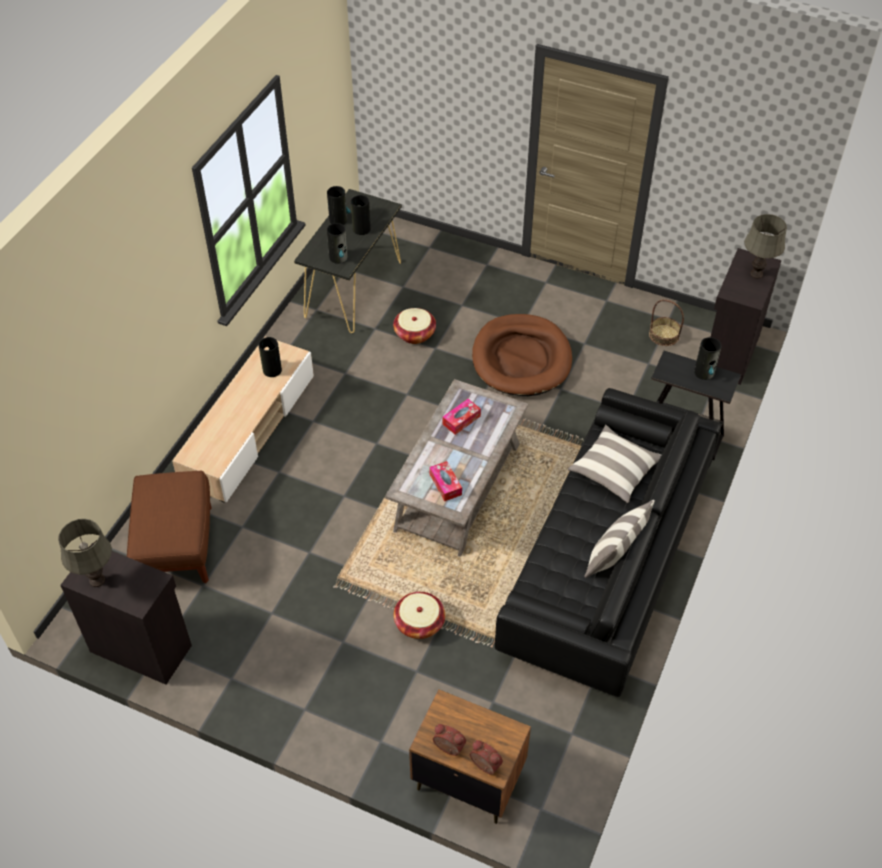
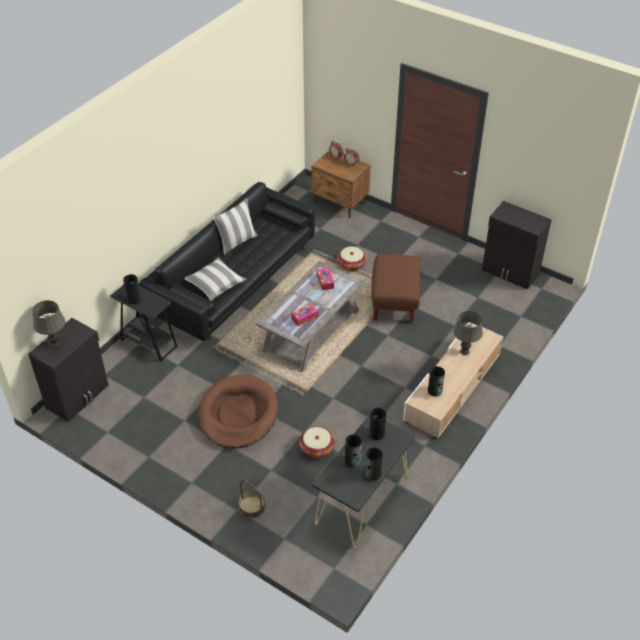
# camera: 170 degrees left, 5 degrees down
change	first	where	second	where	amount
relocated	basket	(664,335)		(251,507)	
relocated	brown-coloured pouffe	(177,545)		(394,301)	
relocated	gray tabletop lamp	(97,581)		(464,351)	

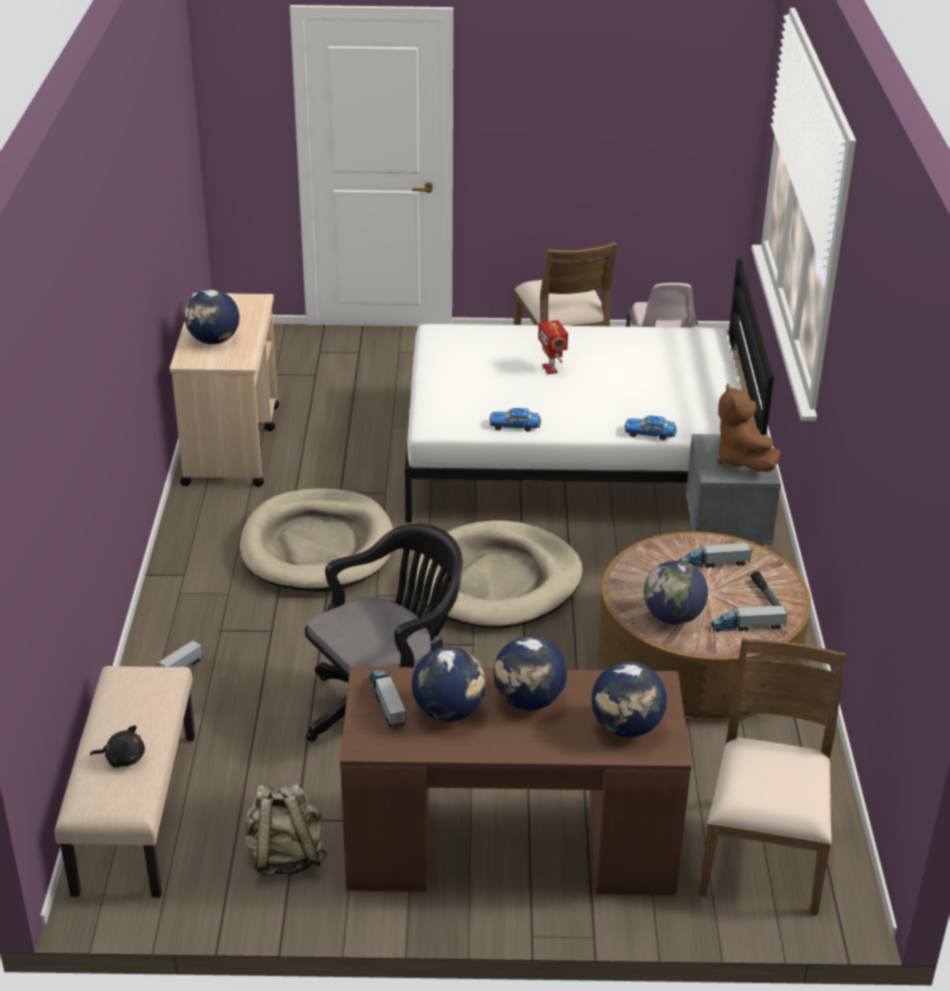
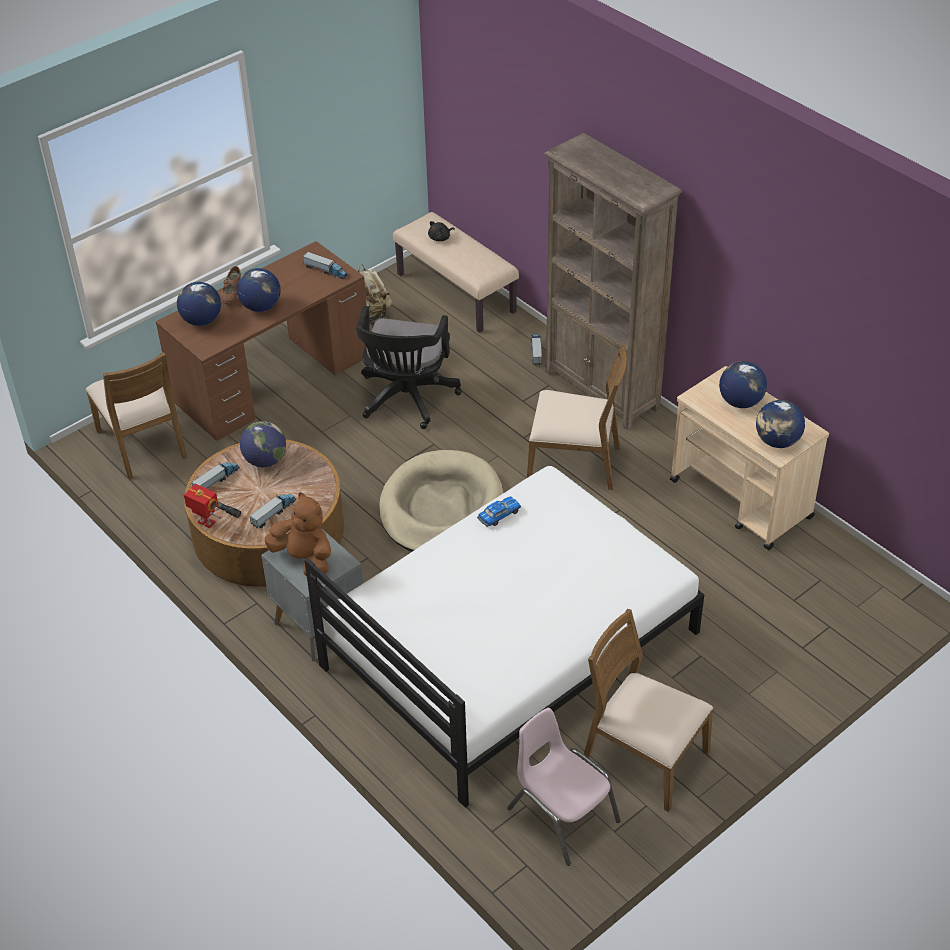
# camera: 140 degrees right, 10 degrees up
change	first	where	second	where	amount
relocated	robot figure	(551,369)		(206,523)	
missing	miniature car	(650,433)			
exchanged	sand-coloured dog bed	(317,546)	brown-coloured chair	(574,463)	
relocated	desk globe	(449,711)		(777,441)	
appeared			brown-coloured bookshelf	(602,390)	
appeared			brown-coloured item of footwear	(232,295)	

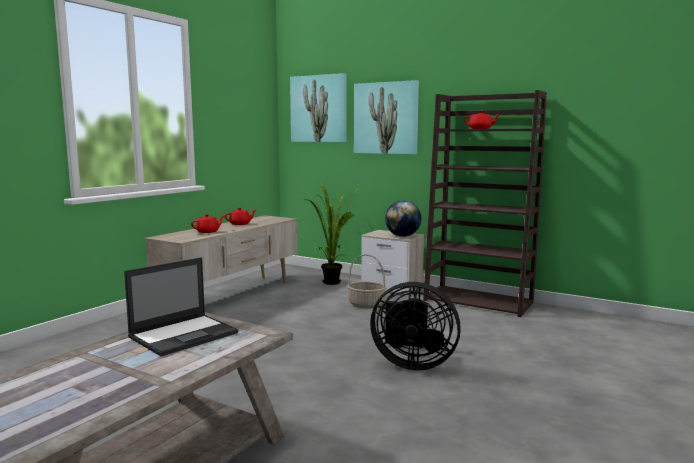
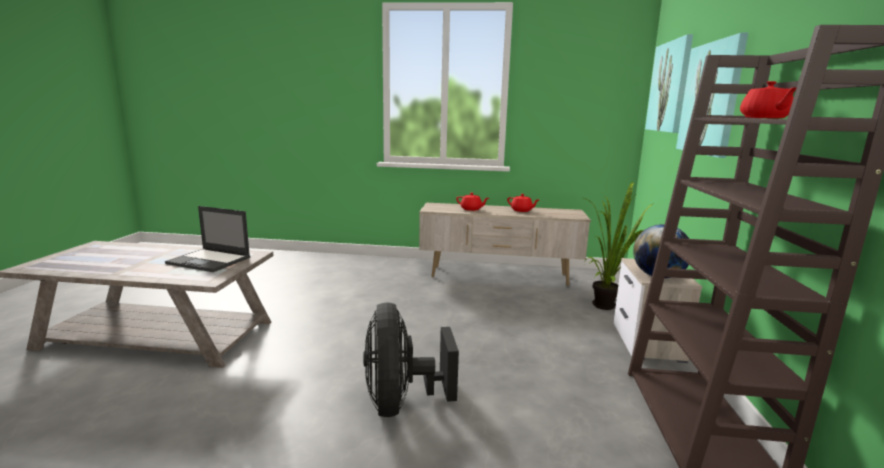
# camera: 65 degrees right, 5 degrees up
change	first	where	second	where	amount
missing	basket	(366,304)			

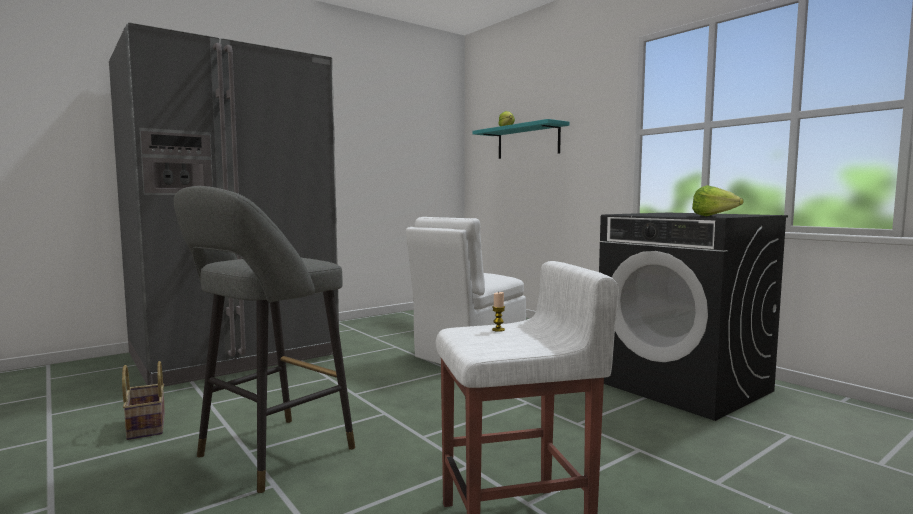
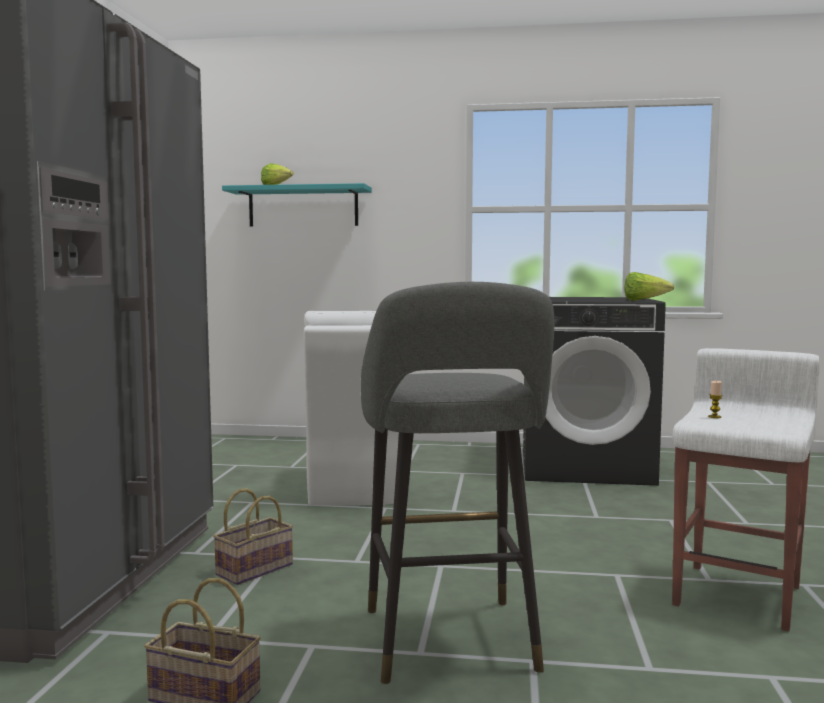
# camera: 45 degrees left, 0 degrees up
change	first	where	second	where	amount
appeared			basket	(255,568)	

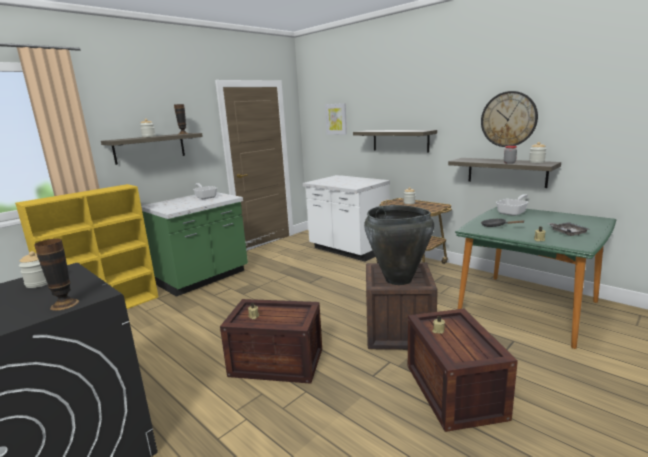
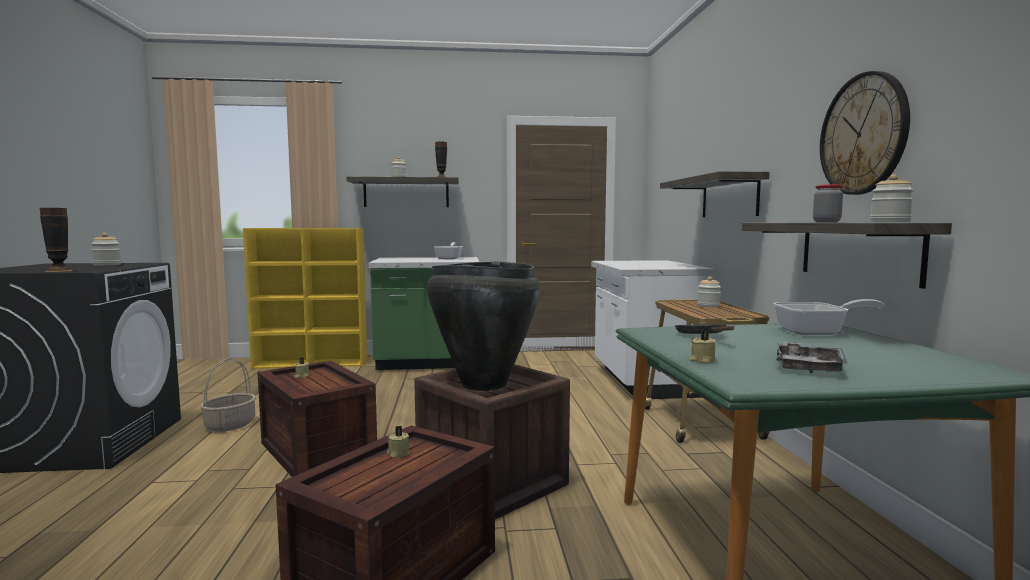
# camera: 40 degrees right, 10 degrees down
change	first	where	second	where	amount
missing	wall art	(336,119)			
appeared			basket	(230,425)	

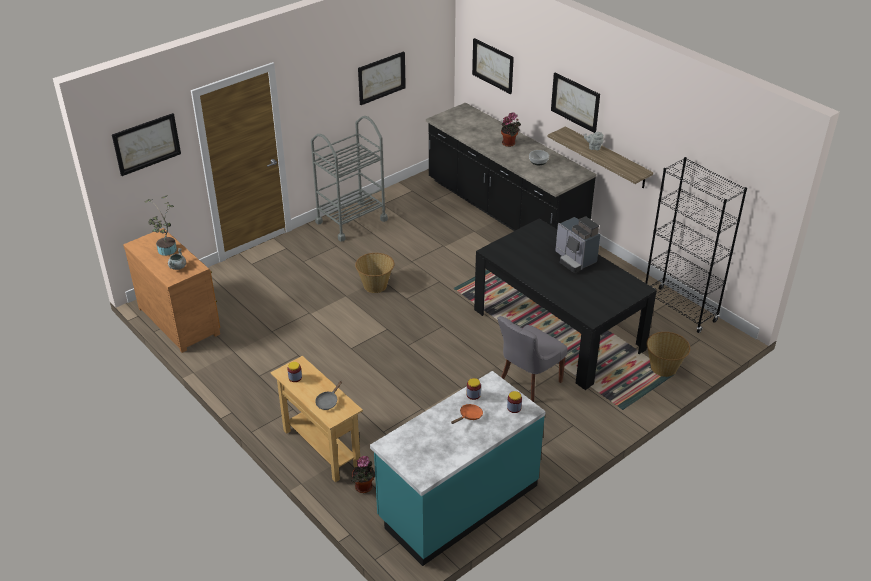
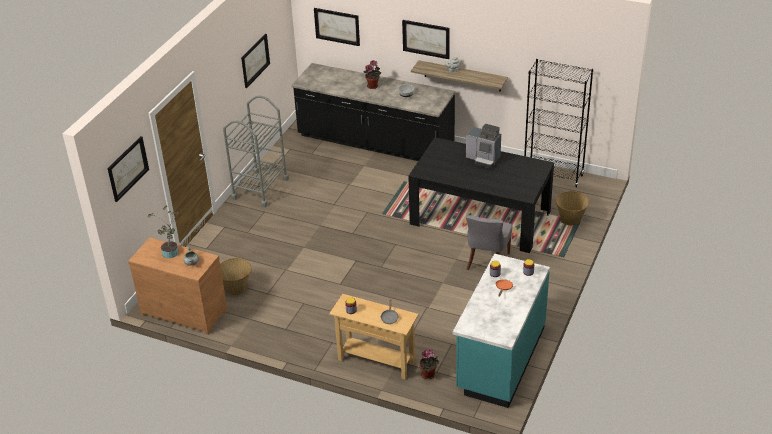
# camera: 25 degrees left, 0 degrees up
change	first	where	second	where	amount
relocated	basket	(375,286)		(236,288)	

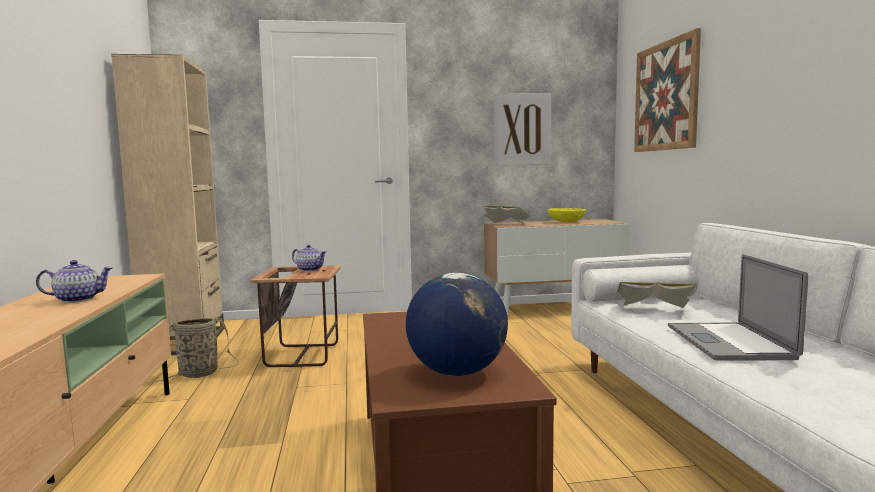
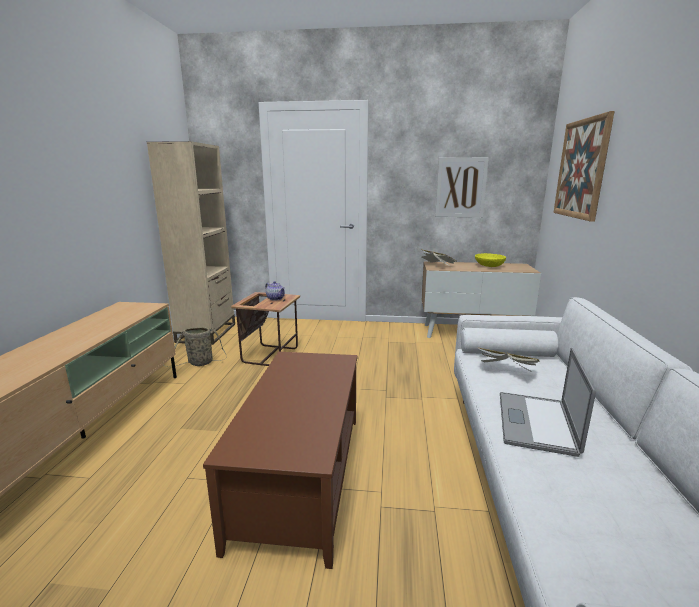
# camera: 15 degrees right, 10 degrees up
change	first	where	second	where	amount
missing	tea pot	(77,299)			
missing	desk globe	(456,372)			

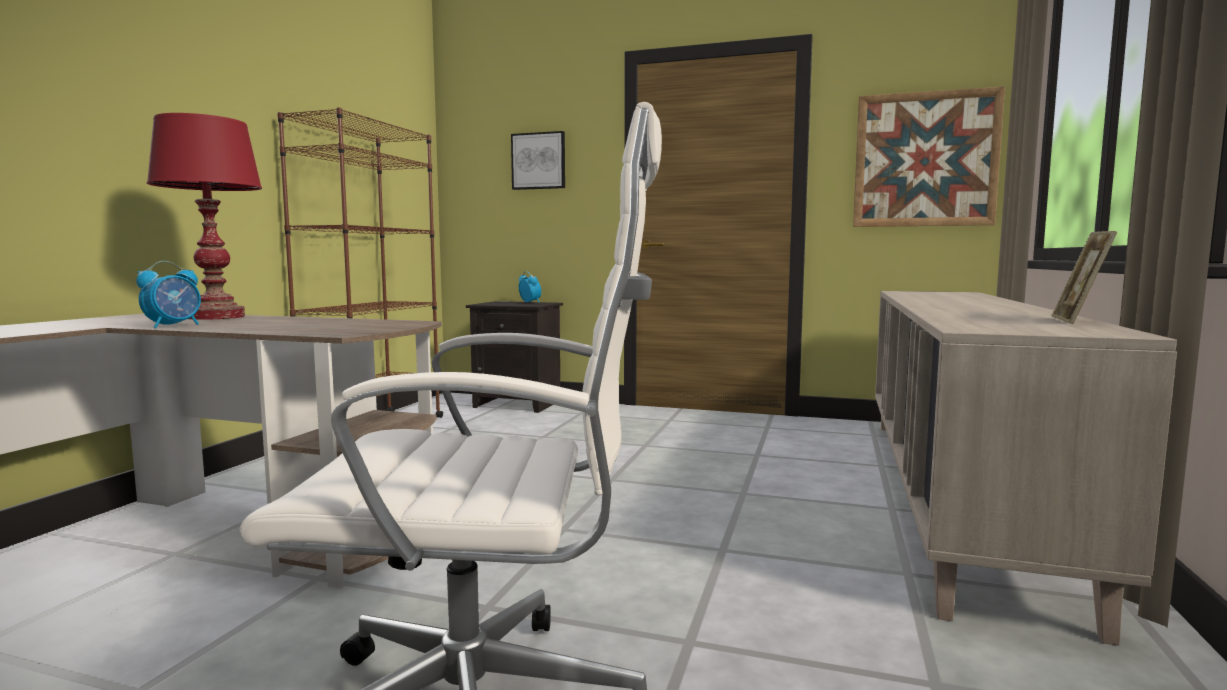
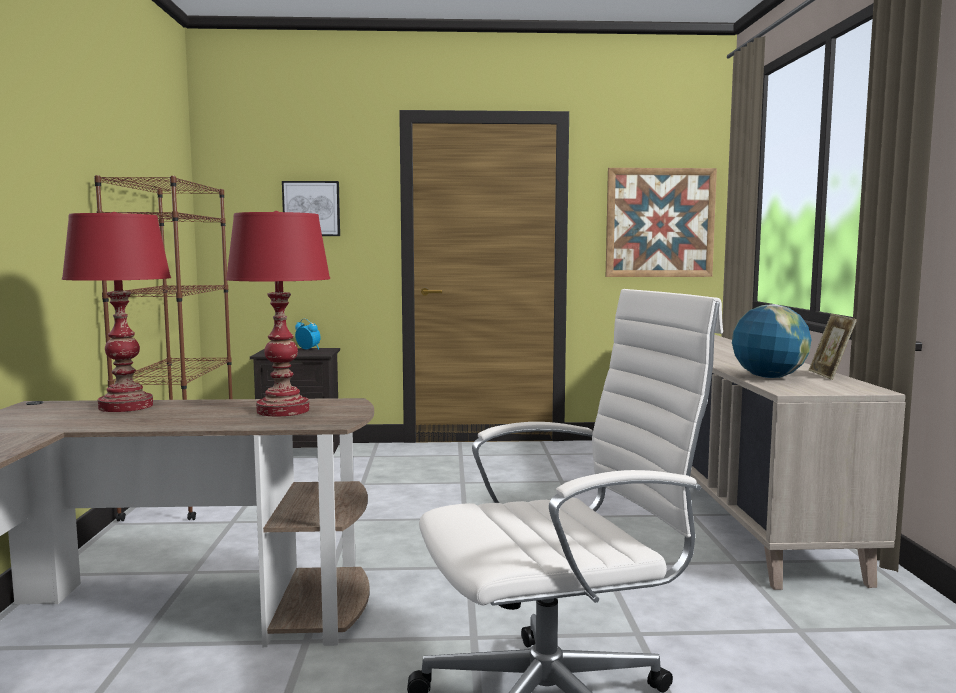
# camera: 20 degrees left, 0 degrees up
change	first	where	second	where	amount
missing	bedside clock	(174,326)			
appeared			reddish tabletop lamp	(283,410)	
appeared			desk globe	(768,377)	

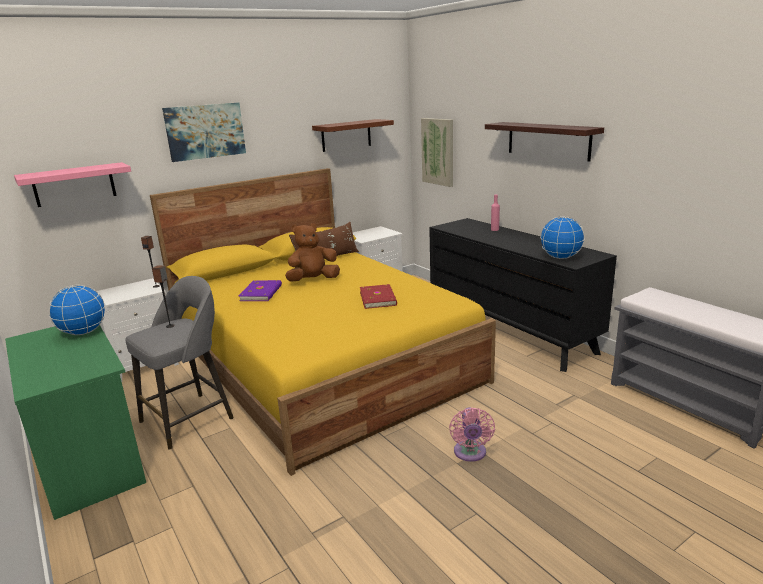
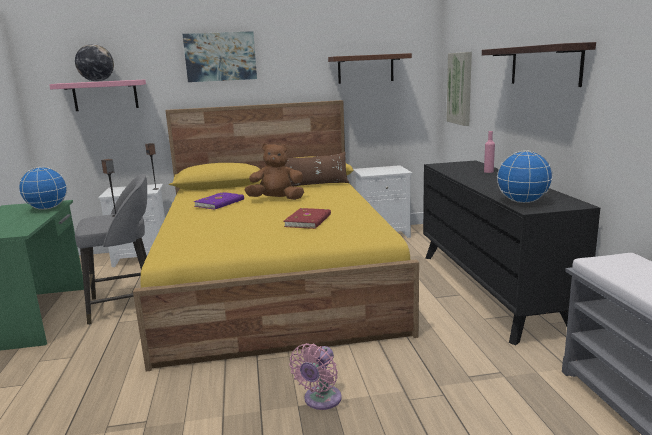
# camera: 25 degrees right, 5 degrees down
change	first	where	second	where	amount
appeared			desk globe	(97,81)	

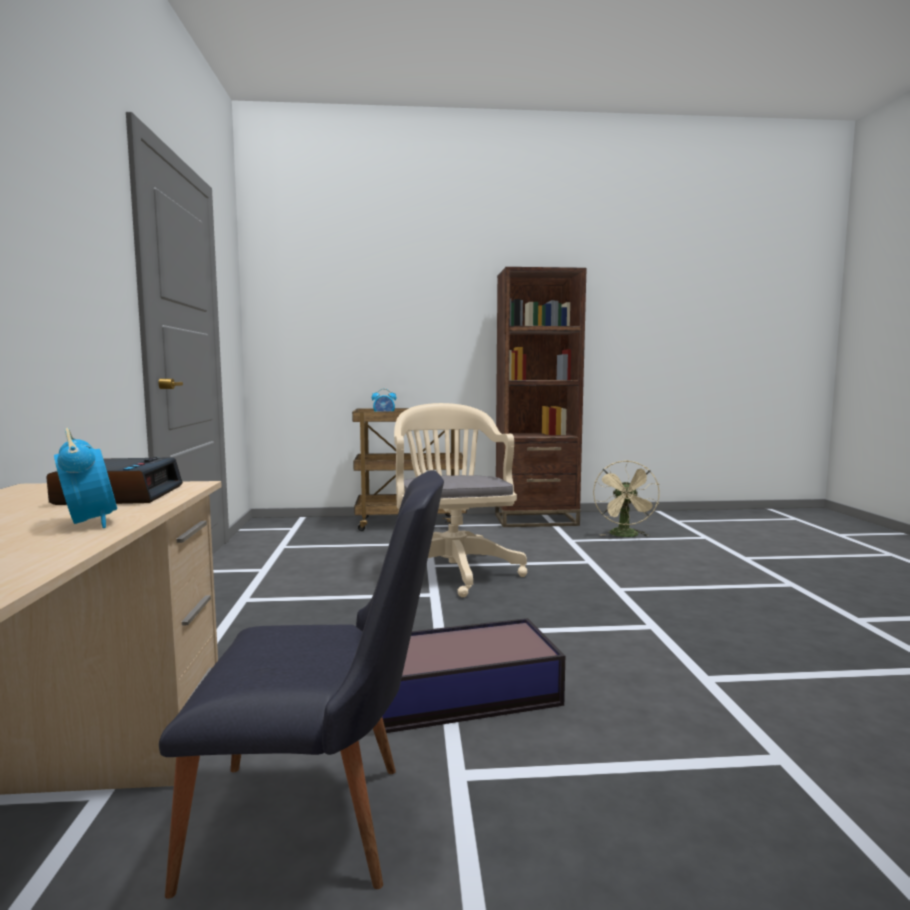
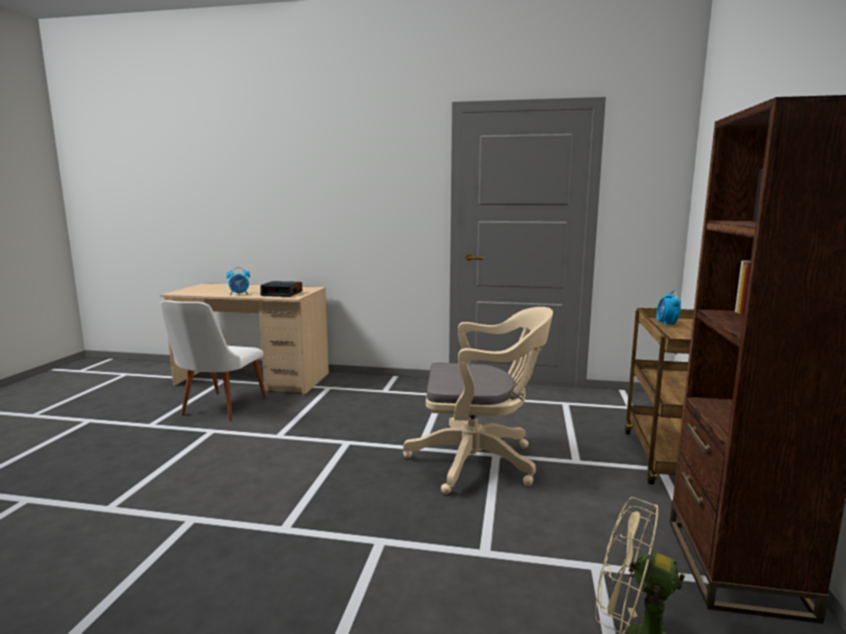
# camera: 105 degrees right, 5 degrees up
change	first	where	second	where	amount
colour	black-coloured chair	(321,825)	whitish chair	(218,409)	
missing	storage bin	(456,694)			

